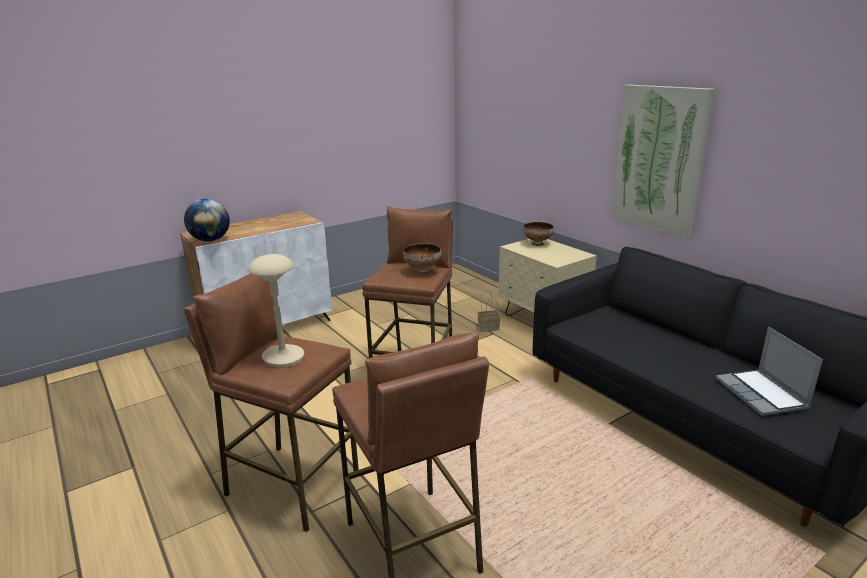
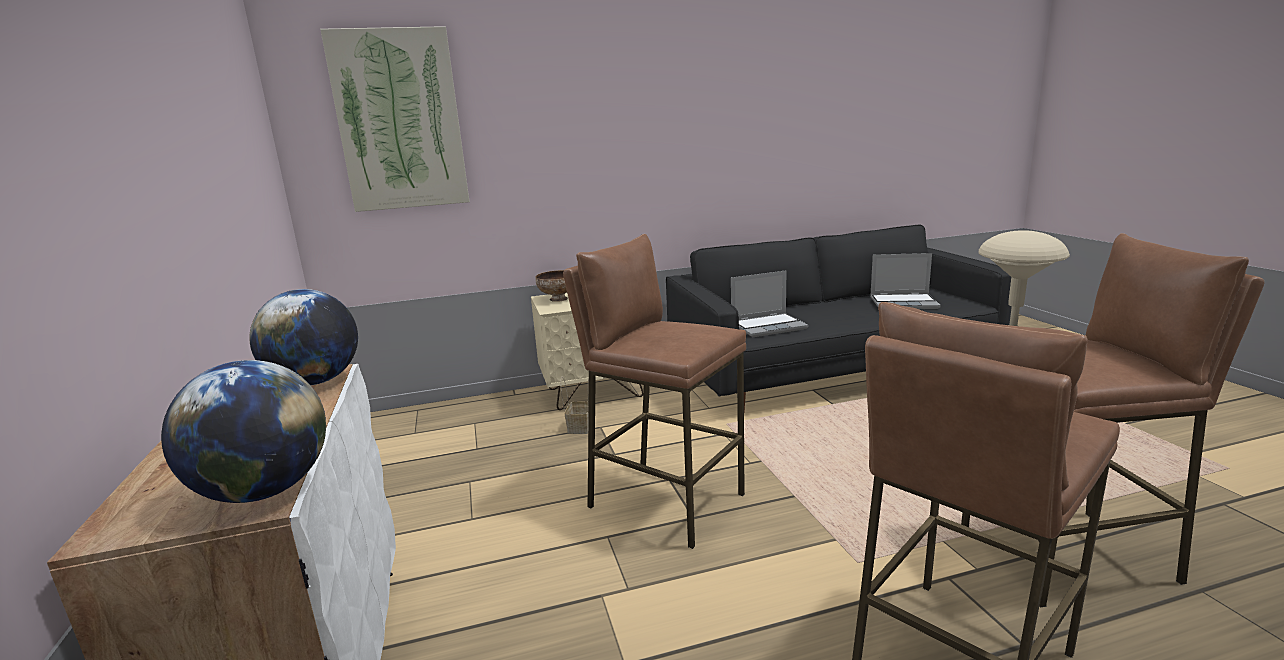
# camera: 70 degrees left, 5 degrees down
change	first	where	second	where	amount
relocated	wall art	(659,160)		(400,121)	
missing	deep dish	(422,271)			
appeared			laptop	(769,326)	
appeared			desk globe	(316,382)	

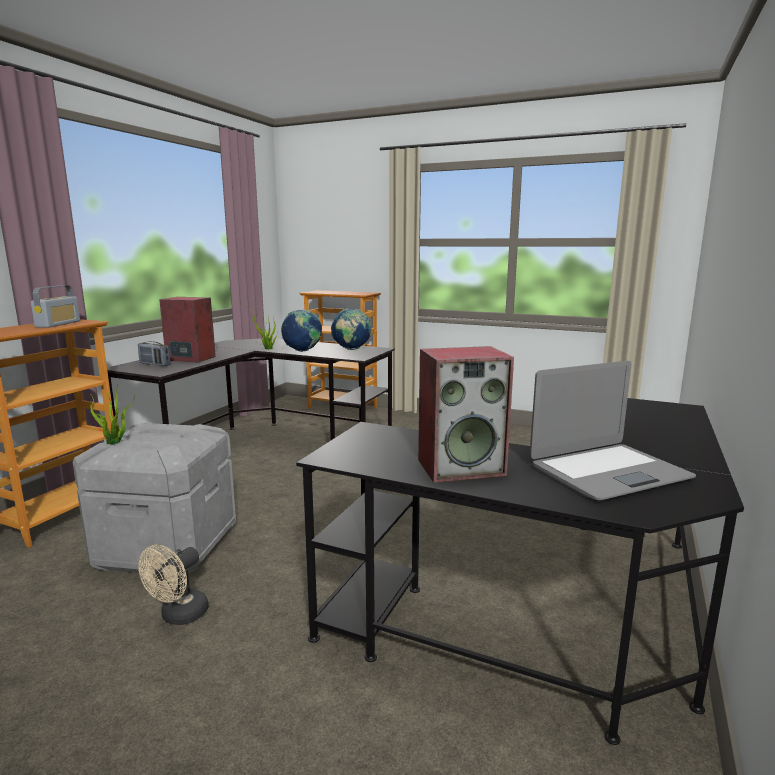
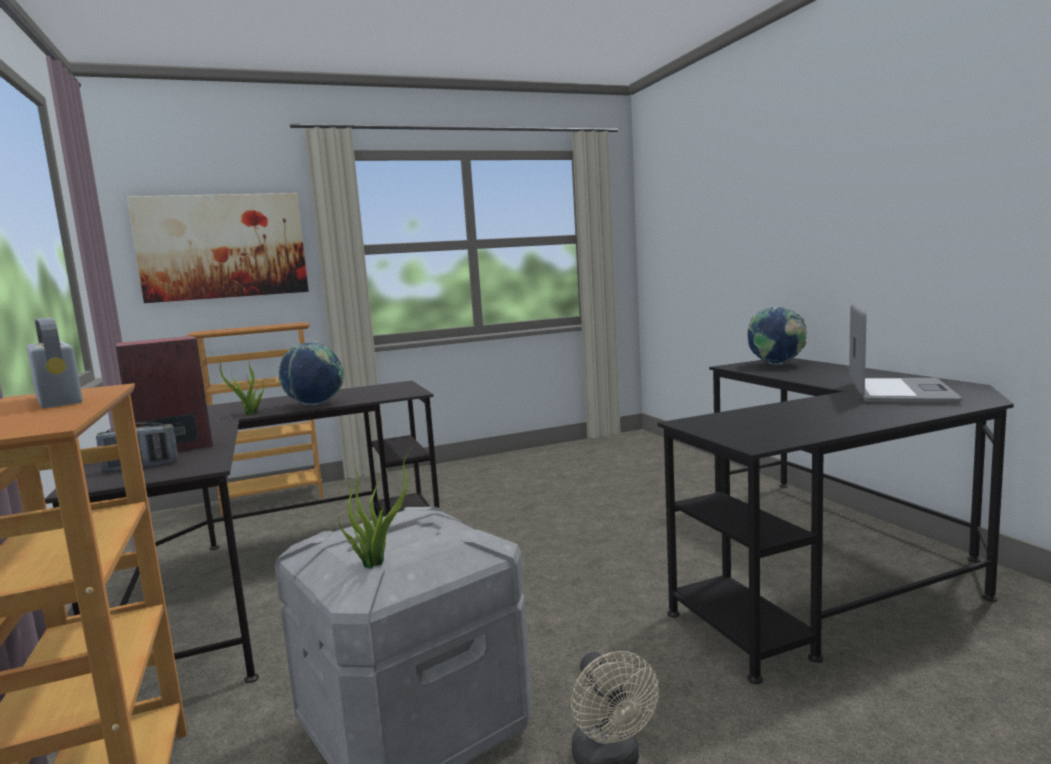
# camera: 45 degrees left, 5 degrees down
change	first	where	second	where	amount
relocated	desk globe	(351,349)		(776,365)	
missing	audio speaker	(461,467)			
appeared			wall art	(222,246)	

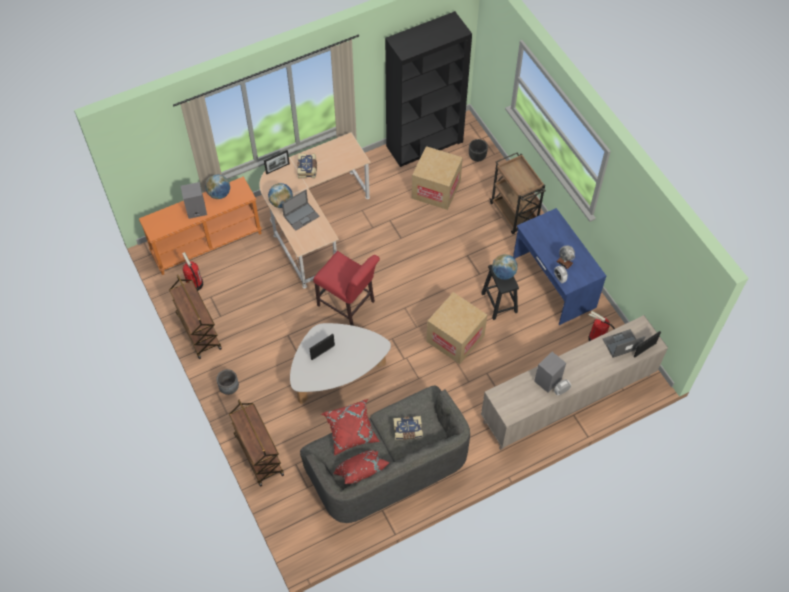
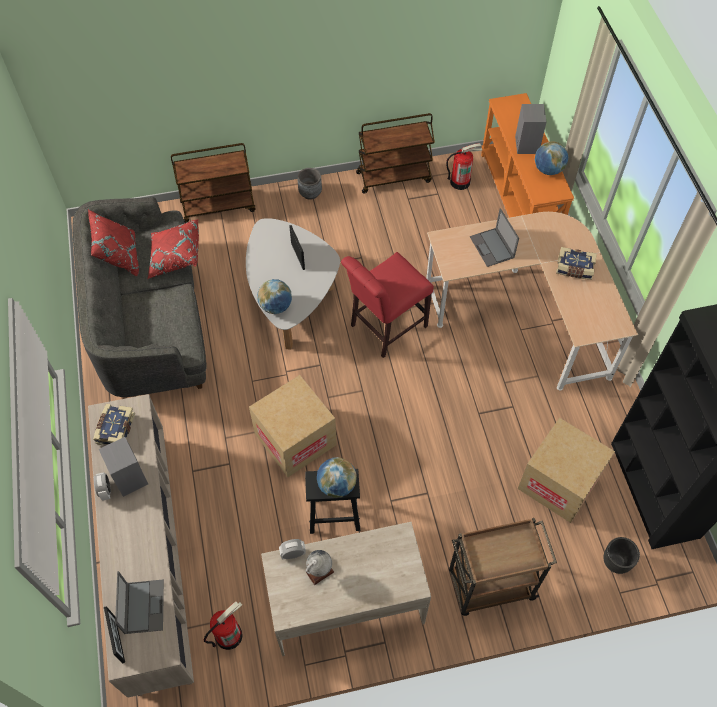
# camera: 105 degrees right, 0 degrees up
change	first	where	second	where	amount
missing	picture frame	(277,168)			
relocated	desk globe	(281,202)		(276,306)	
colour	blue-coloured desk table	(553,282)	sand-coloured desk table	(346,603)	
relocated	volume	(408,431)		(115,429)	

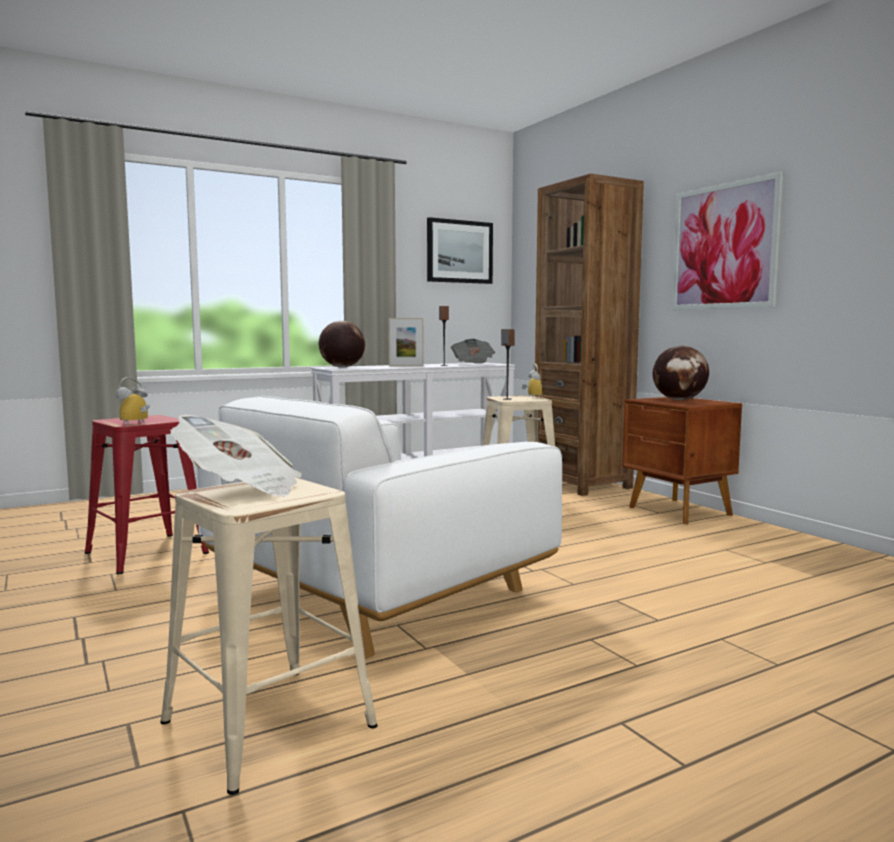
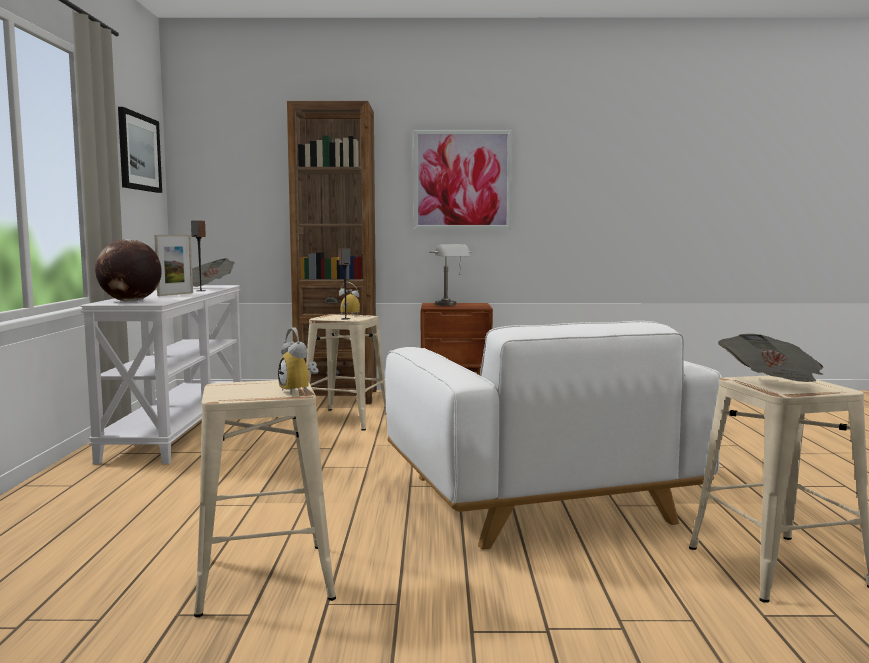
# camera: 60 degrees left, 0 degrees up
change	first	where	second	where	amount
exchanged	desk globe	(679,400)	gray tabletop lamp	(450,305)	
colour	reddish stool	(148,552)	sand-coloured stool	(264,577)	

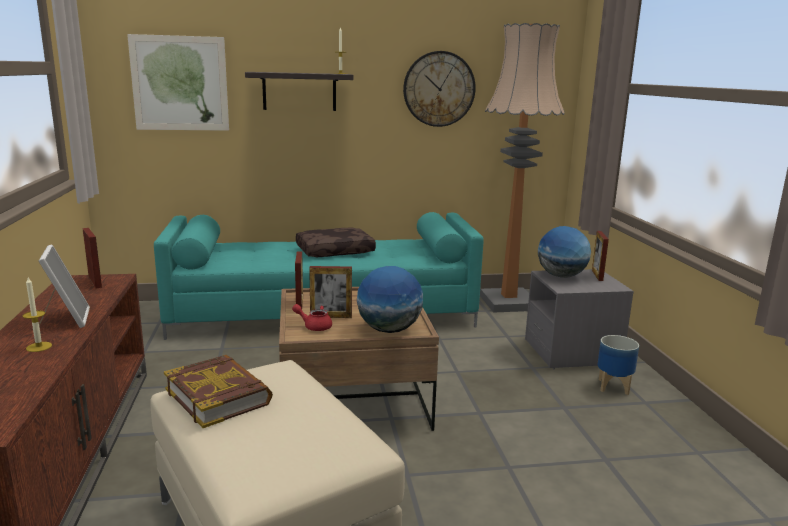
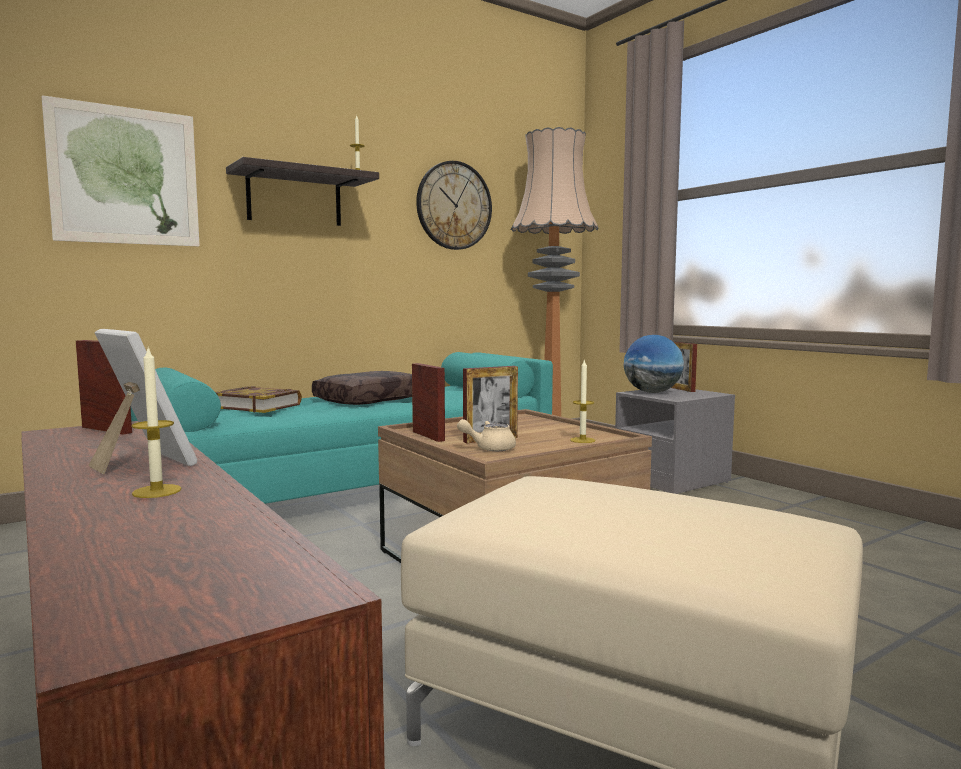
# camera: 25 degrees left, 10 degrees down
change	first	where	second	where	amount
exchanged	desk globe	(389,330)	wax candle	(582,440)	
colour	reddish tea pot	(314,326)	sand-coloured tea pot	(489,448)	
missing	flower pot	(614,387)			
relocated	volume	(218,396)		(256,406)	

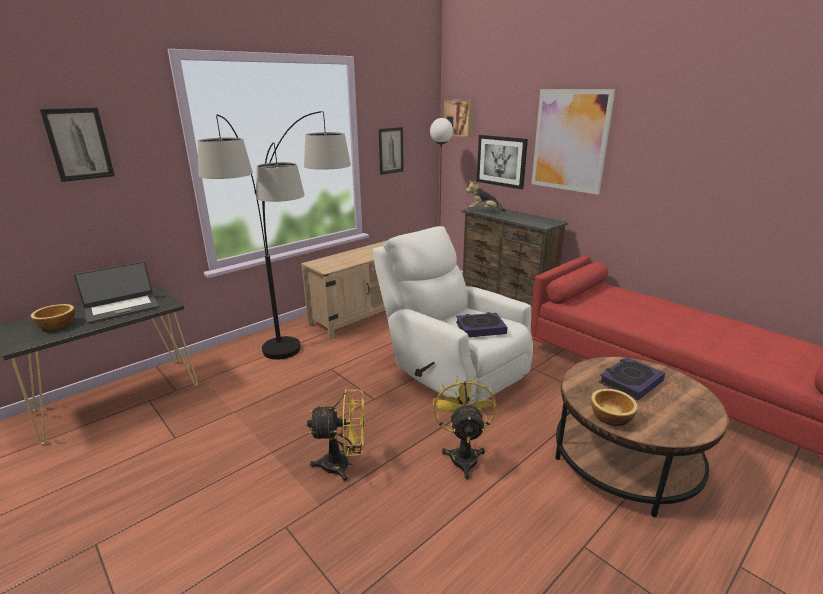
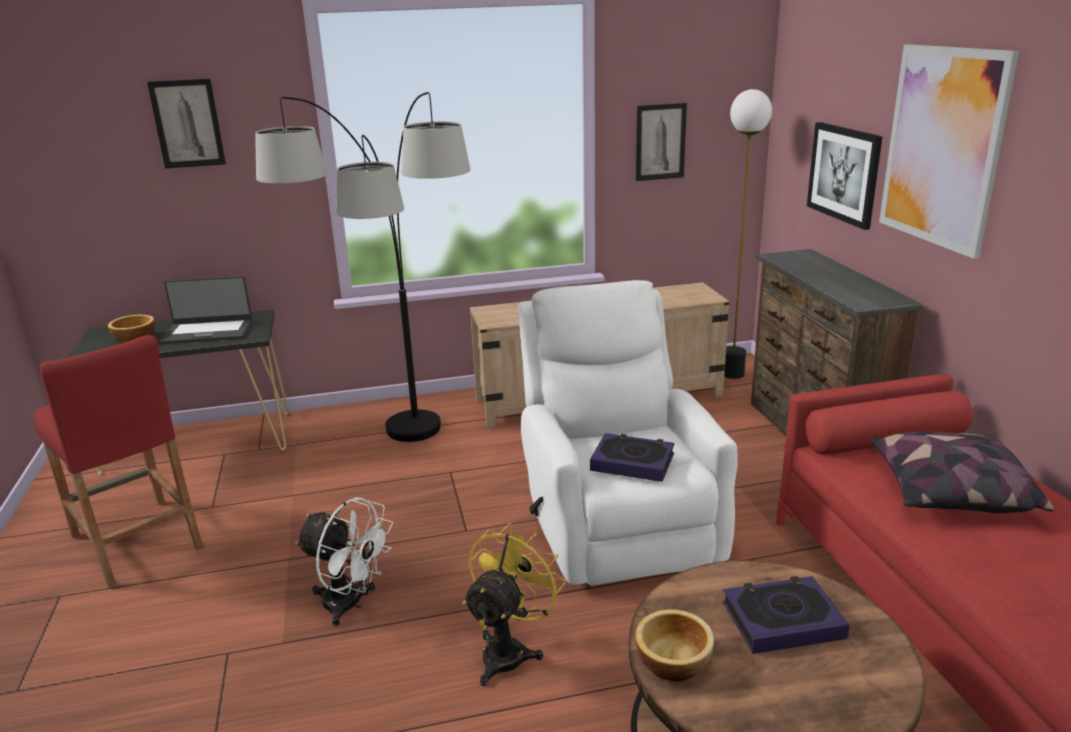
# camera: 30 degrees right, 0 degrees up
change	first	where	second	where	amount
missing	wall art	(458,118)			
missing	soft toy	(484,211)			
colour	yellow electric fan	(343,465)	whitish electric fan	(351,605)	
appeared			reddish stool	(136,541)	
appeared			pillow	(949,493)	

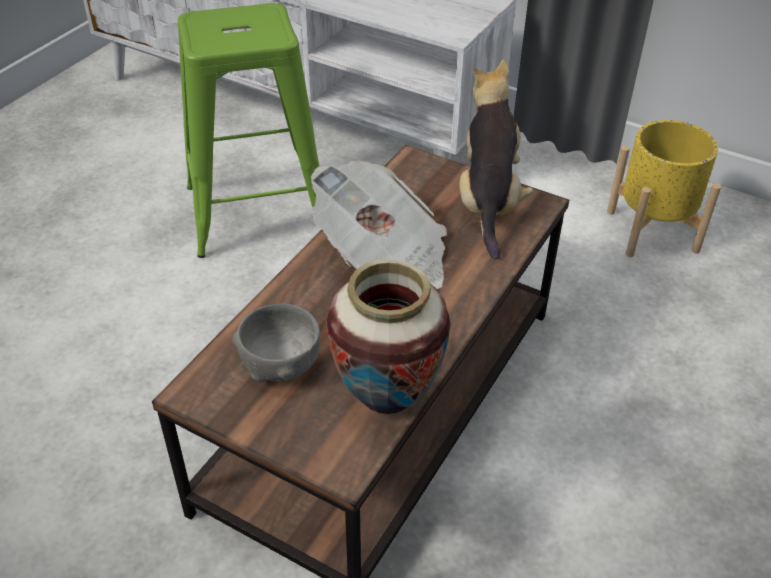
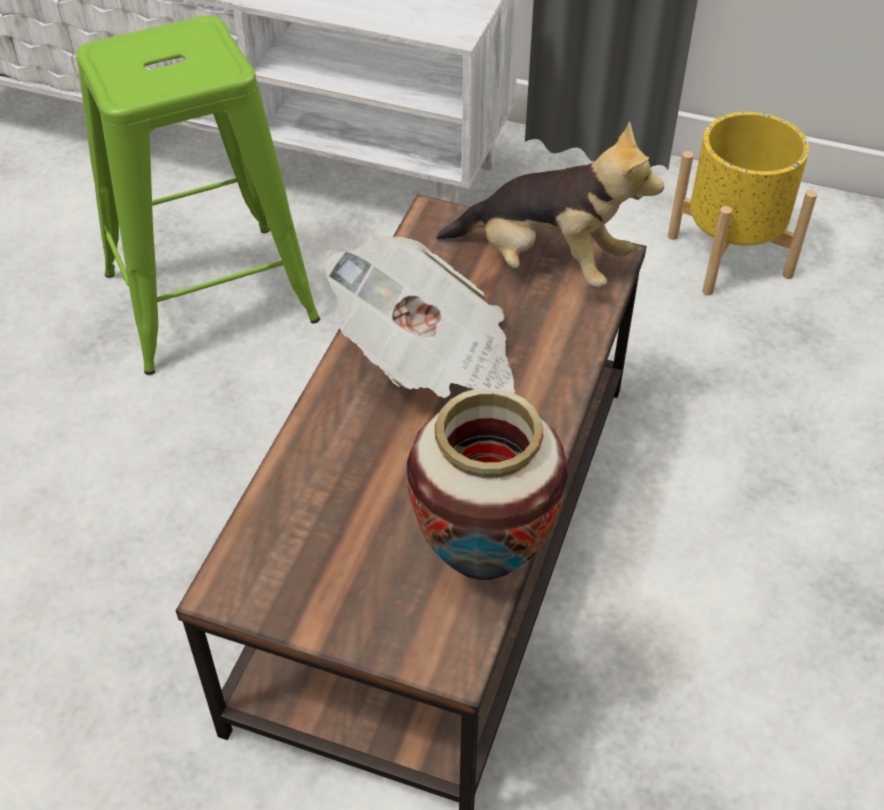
# camera: 10 degrees left, 5 degrees up
change	first	where	second	where	amount
spun	soft toy	(488,202)		(545,263)	120 degrees clockwise
missing	gray deep dish	(280,365)			

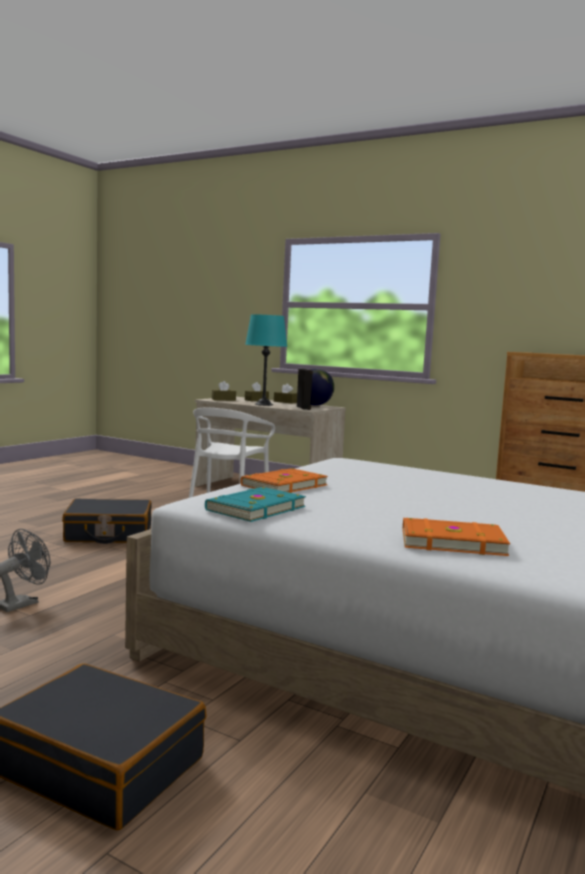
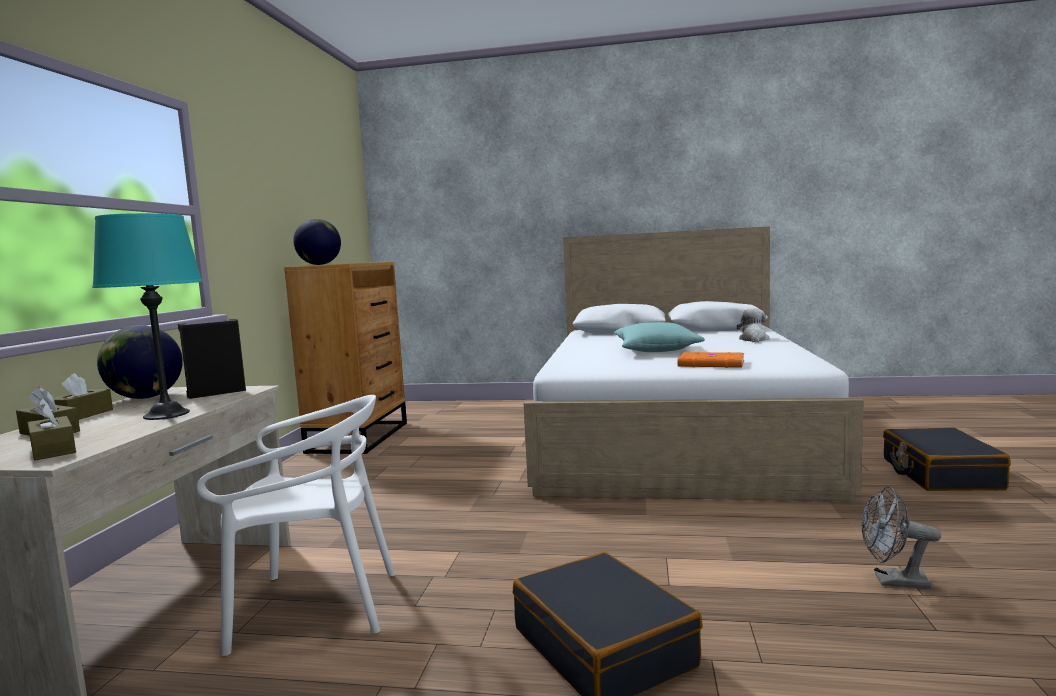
# camera: 110 degrees left, 0 degrees up
change	first	where	second	where	amount
missing	turquoise volume	(254,508)			
exchanged	orange volume	(451,541)	soft toy	(753,340)	
appeared			desk globe	(319,264)	
appeared			turquoise pillow	(656,350)	

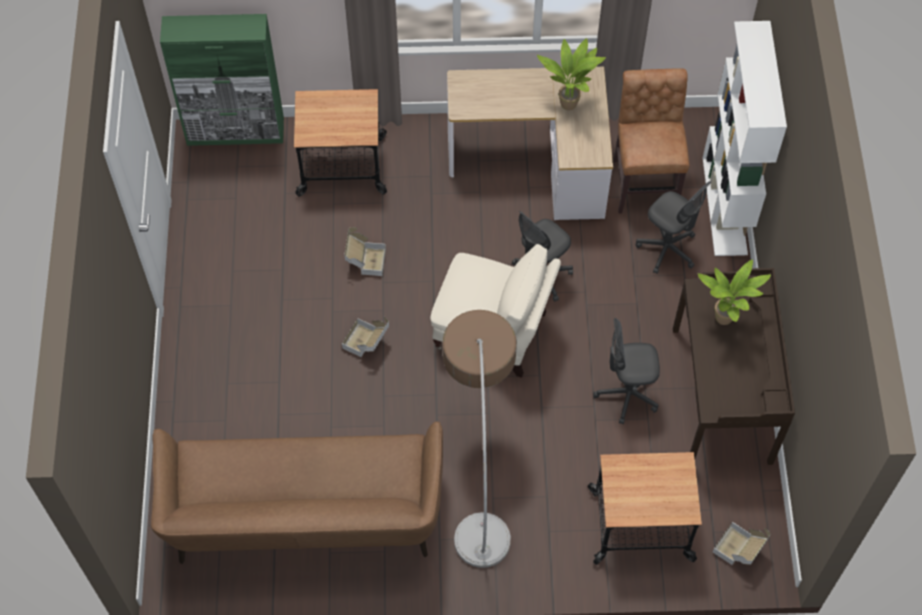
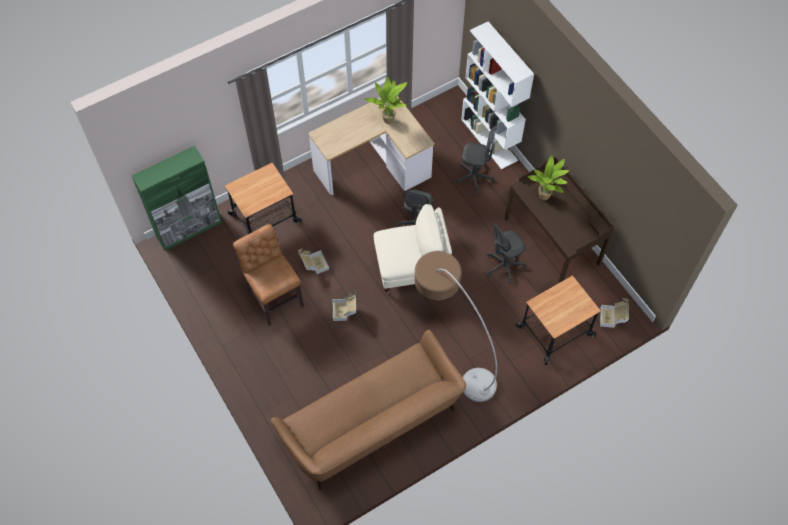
# camera: 30 degrees left, 0 degrees up
change	first	where	second	where	amount
relocated	brown-coloured chair	(644,181)		(274,297)	

